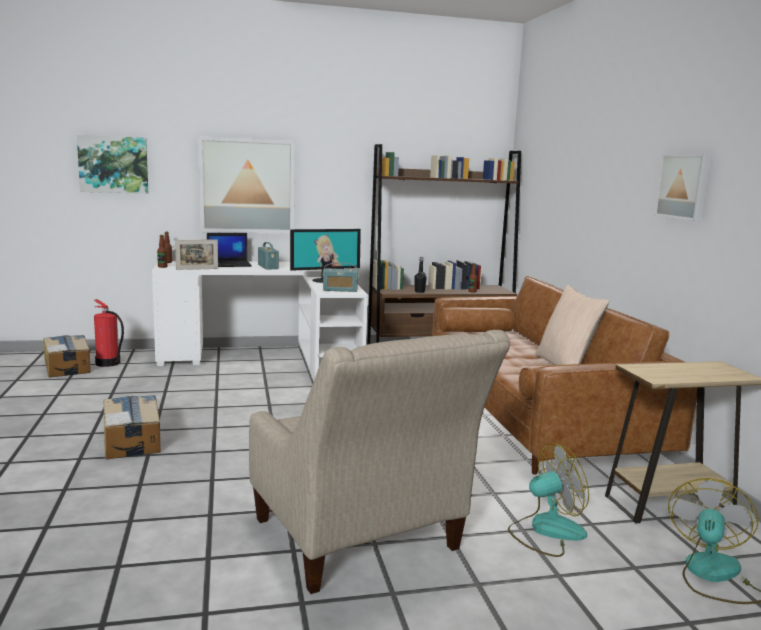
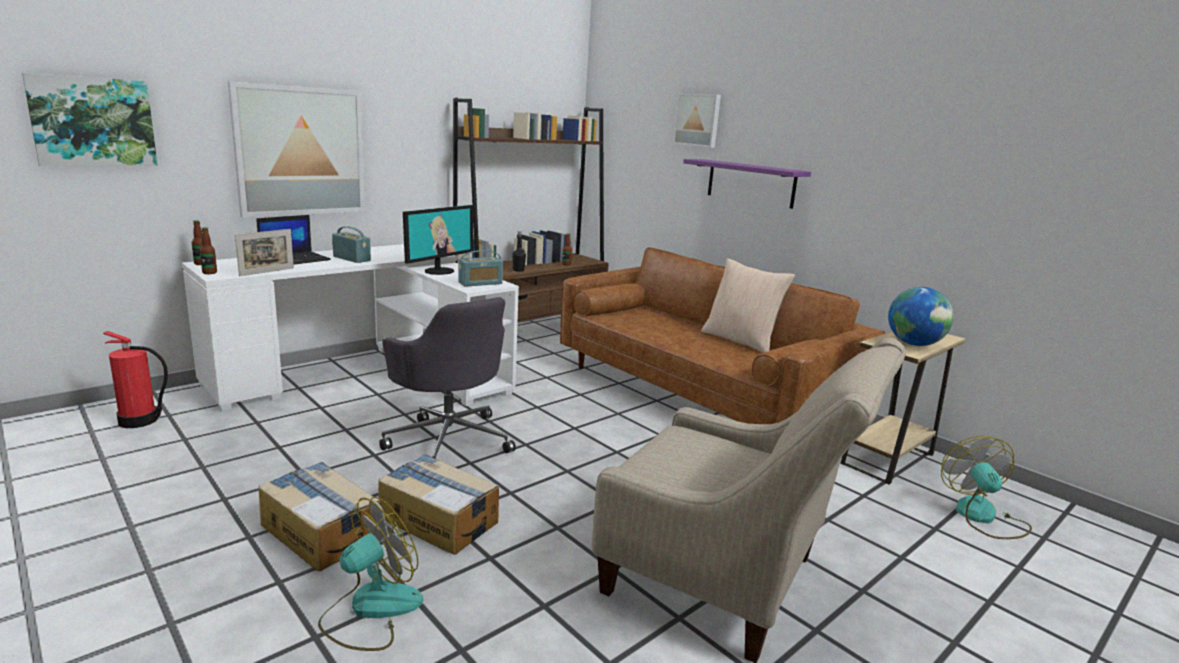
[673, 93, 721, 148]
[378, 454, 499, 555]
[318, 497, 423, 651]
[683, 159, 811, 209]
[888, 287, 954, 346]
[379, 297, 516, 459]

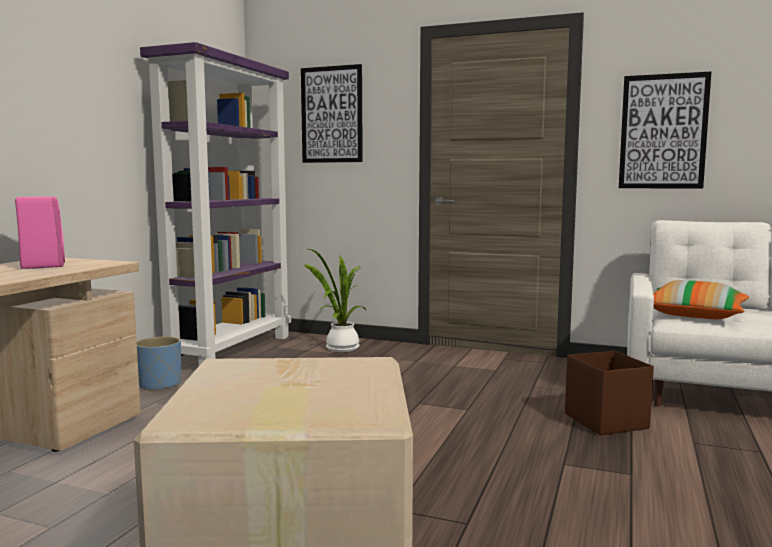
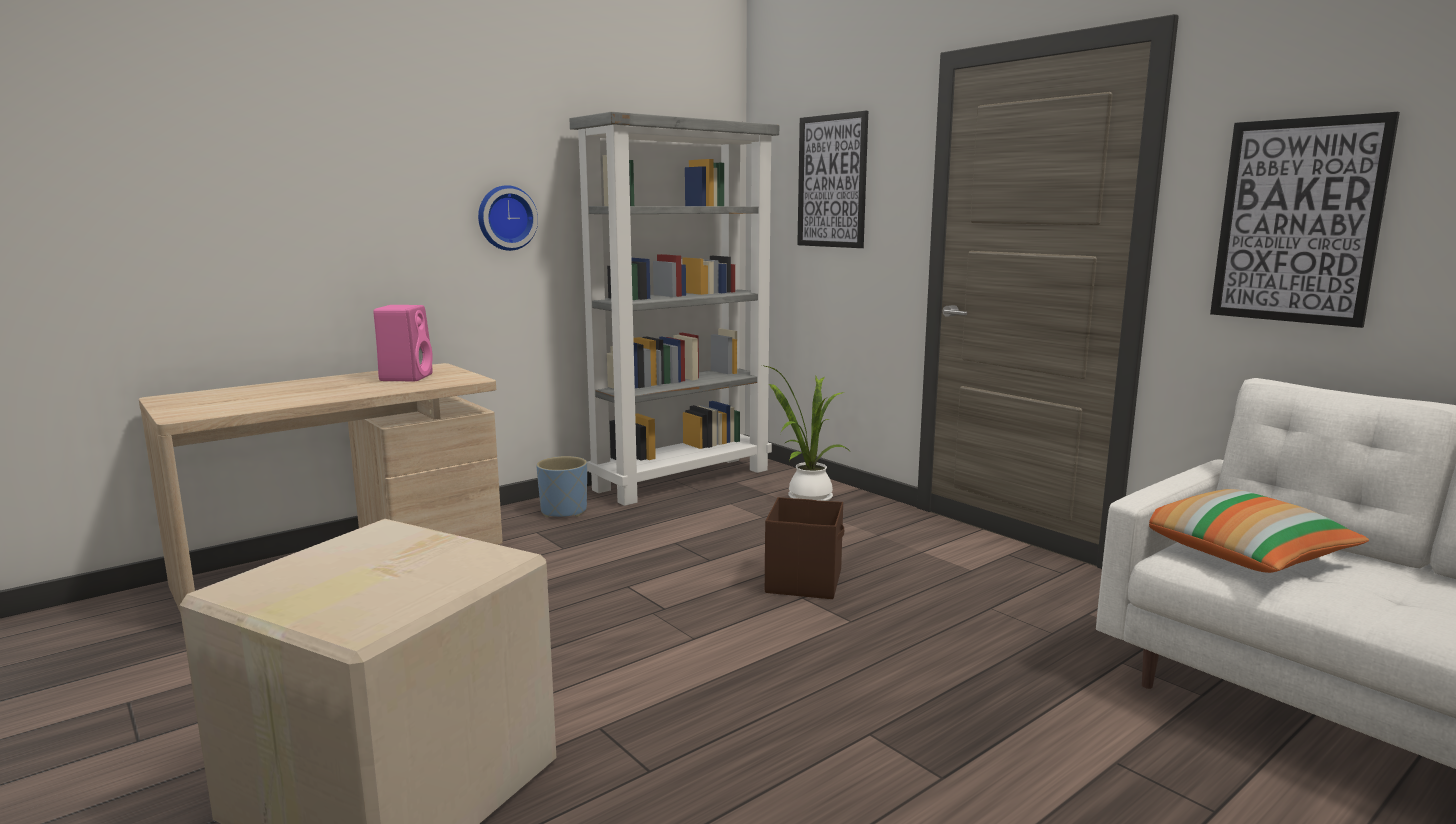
[569, 112, 779, 506]
[765, 497, 845, 599]
[478, 185, 538, 251]

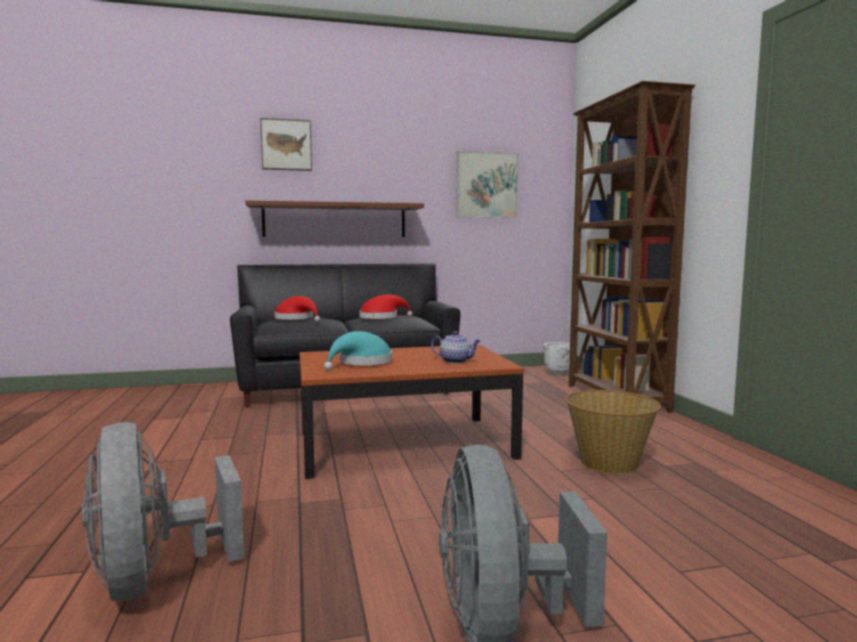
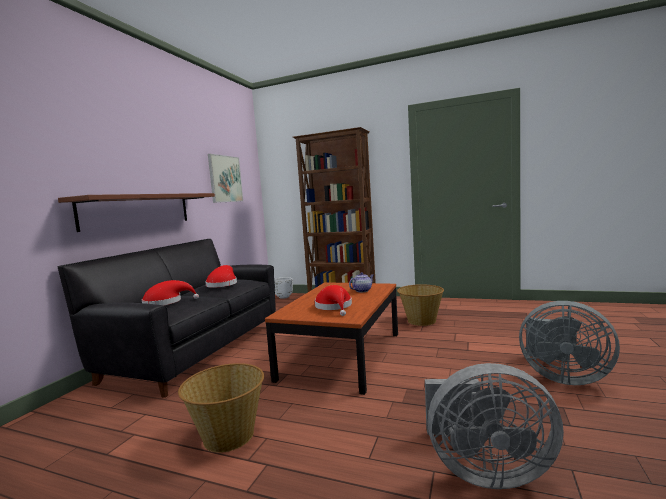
[260, 118, 312, 171] (first image)
[315, 285, 352, 316]
[178, 363, 264, 453]

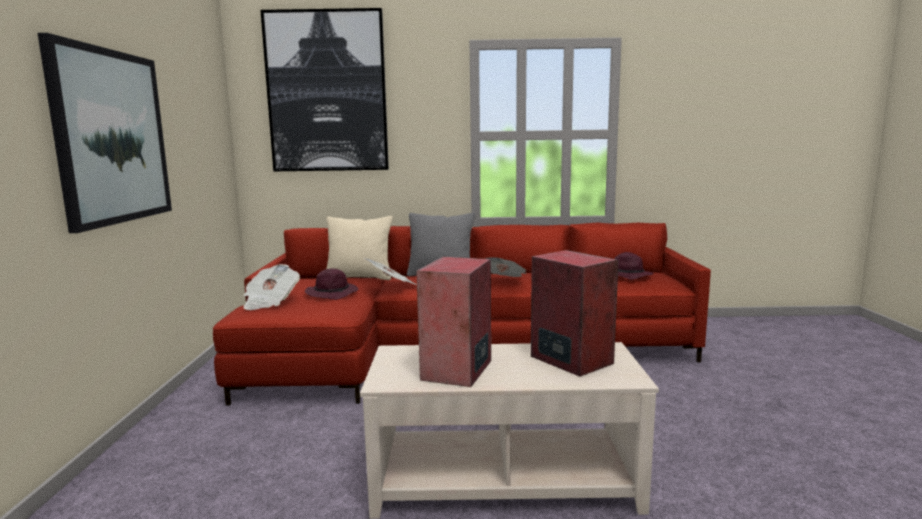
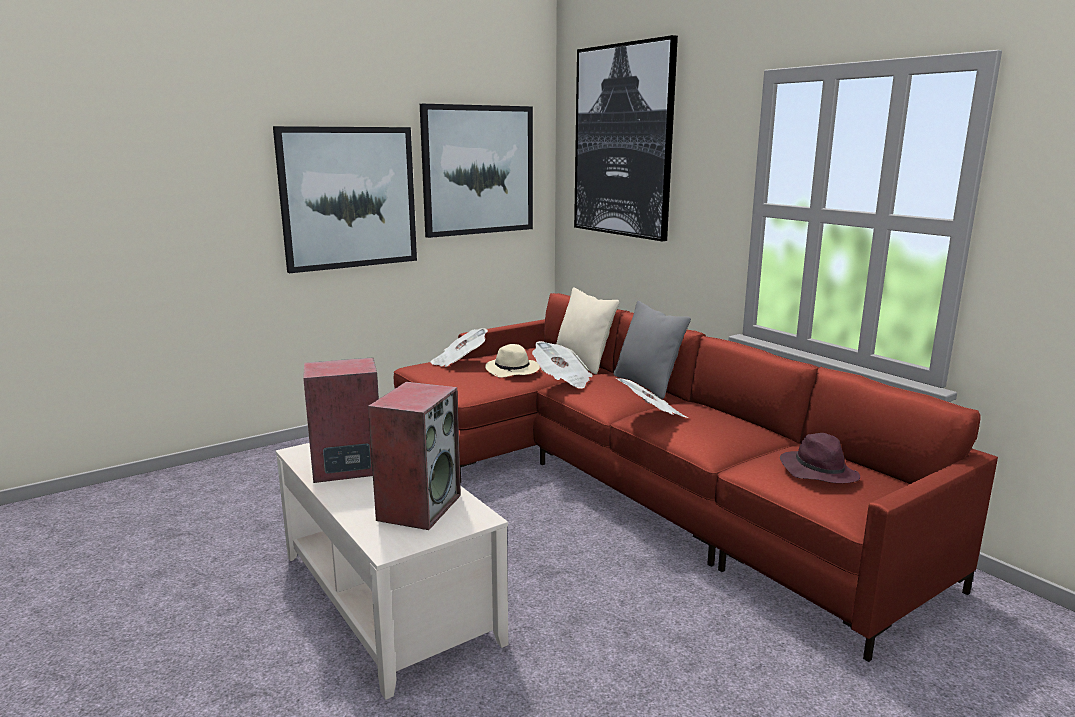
[485, 344, 540, 378]
[420, 104, 533, 238]

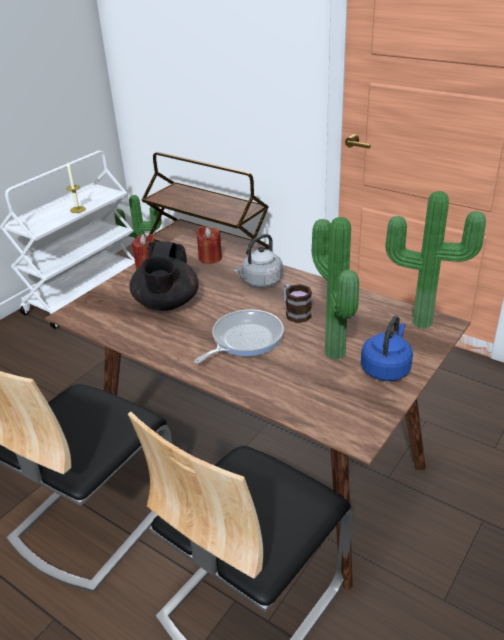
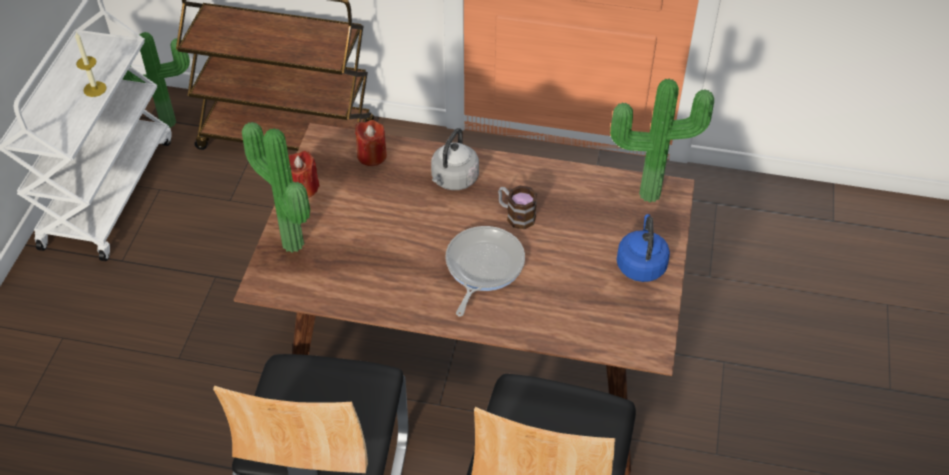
[242, 122, 310, 253]
[130, 241, 199, 311] (first image)

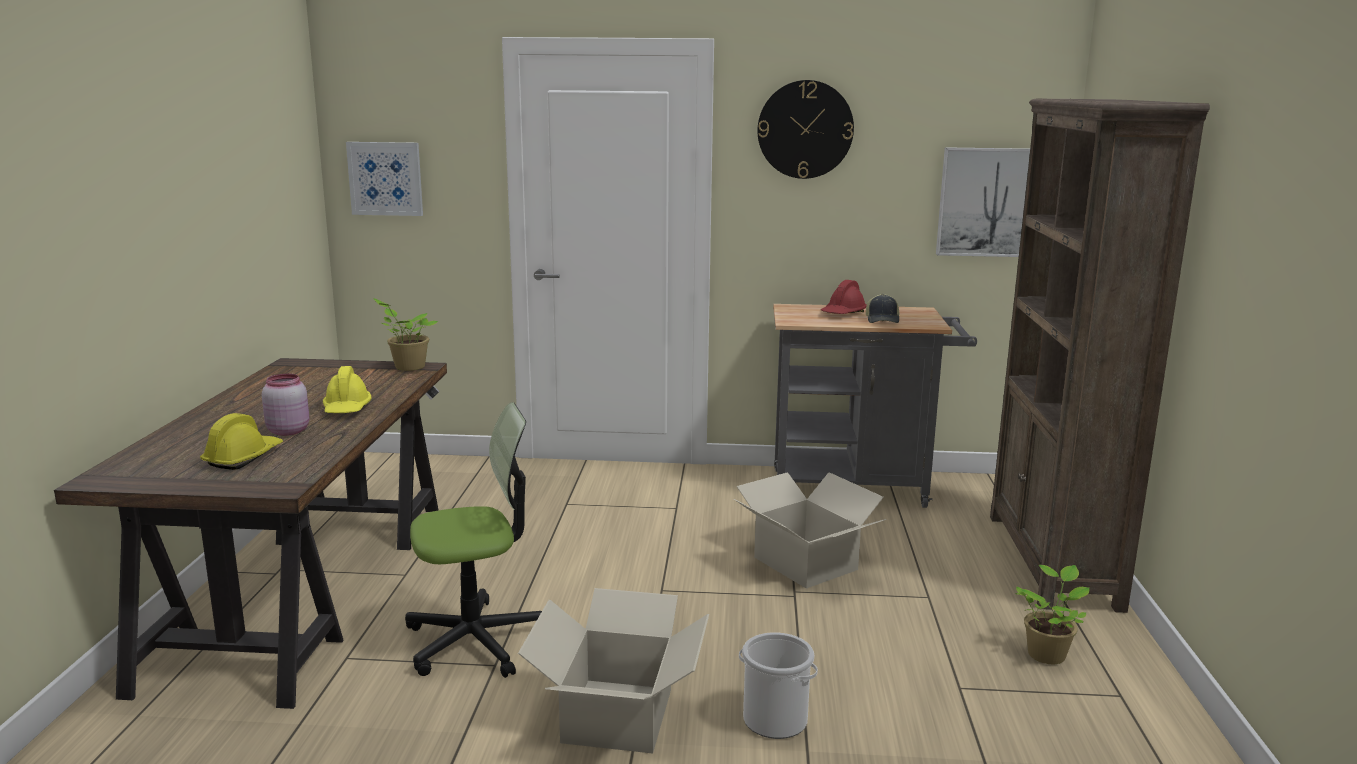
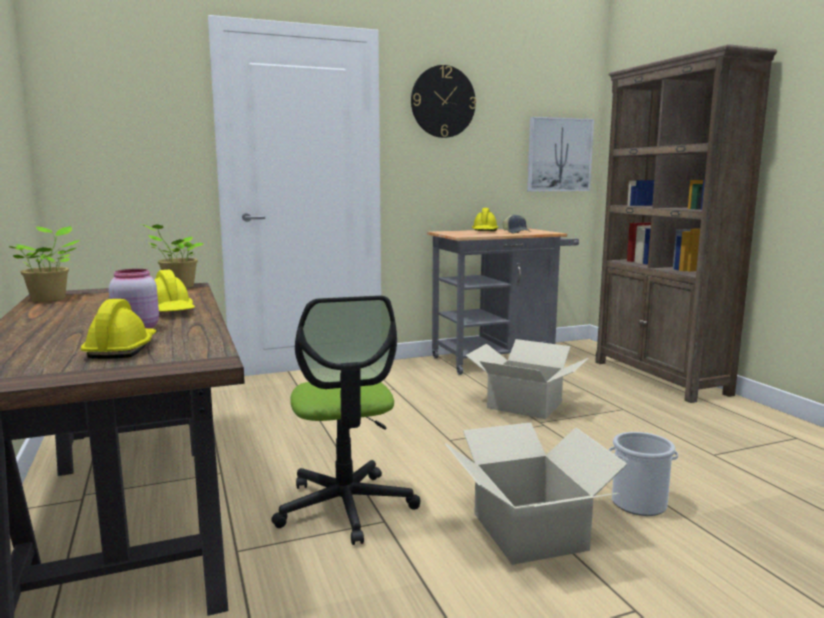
[346, 142, 423, 216] (first image)
[472, 208, 499, 231]
[271, 295, 420, 545]
[8, 226, 80, 302]

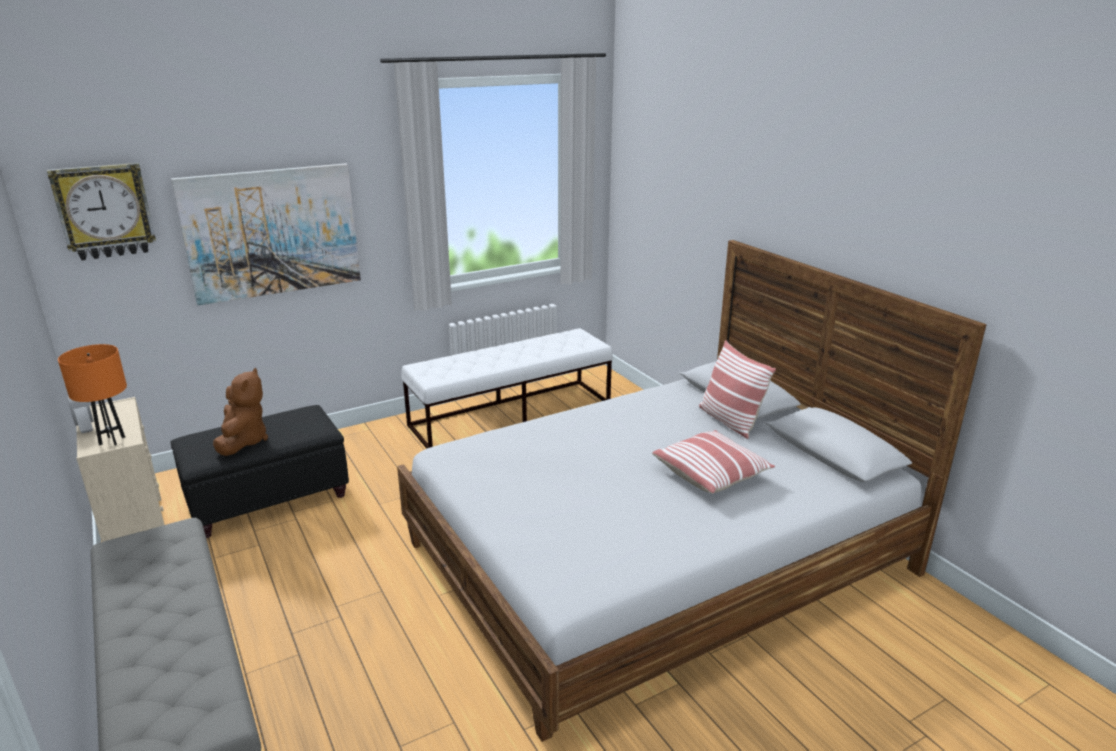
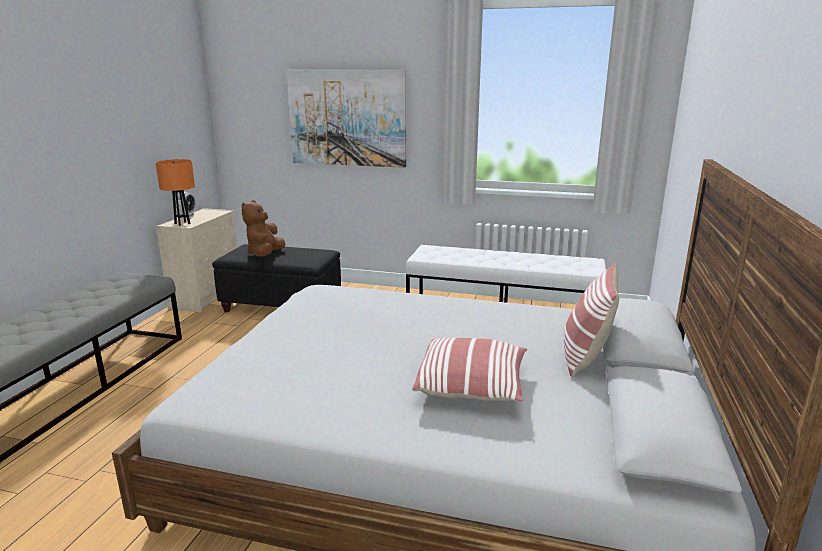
[47, 163, 156, 260] (first image)
[242, 200, 286, 256]

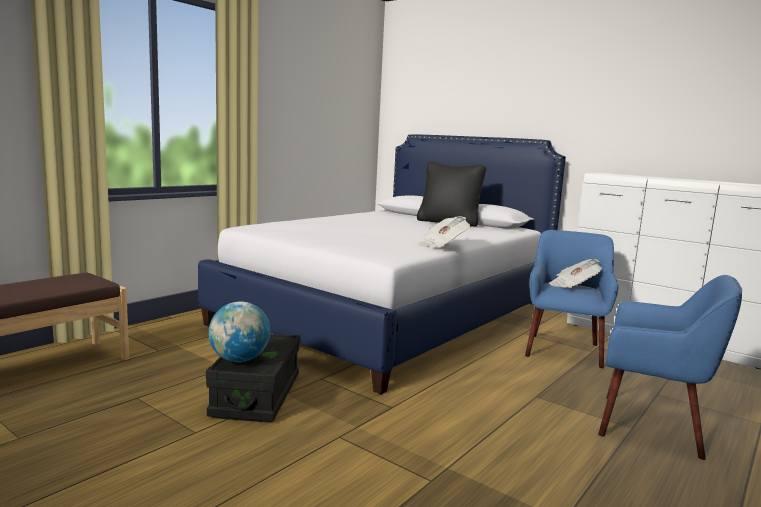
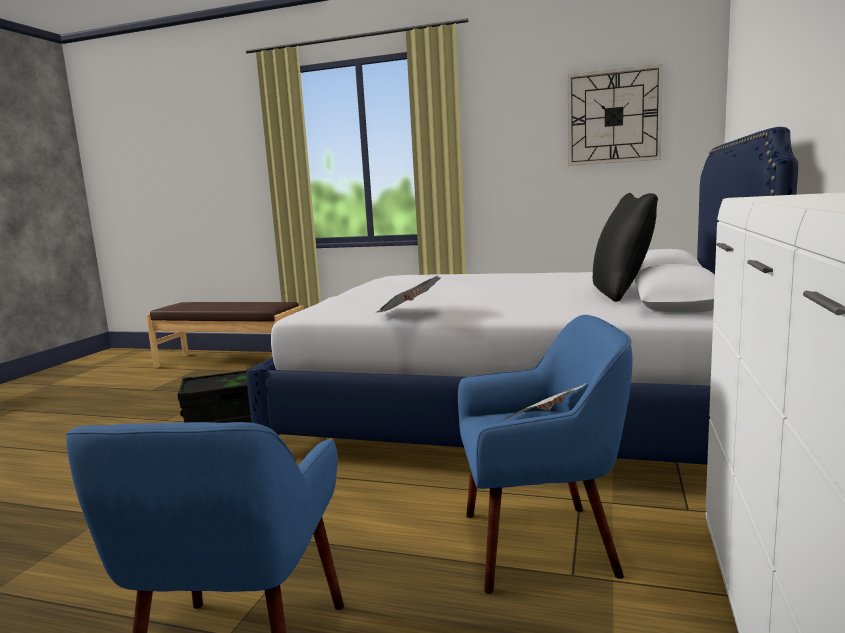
[208, 301, 270, 362] (first image)
[568, 64, 663, 166]

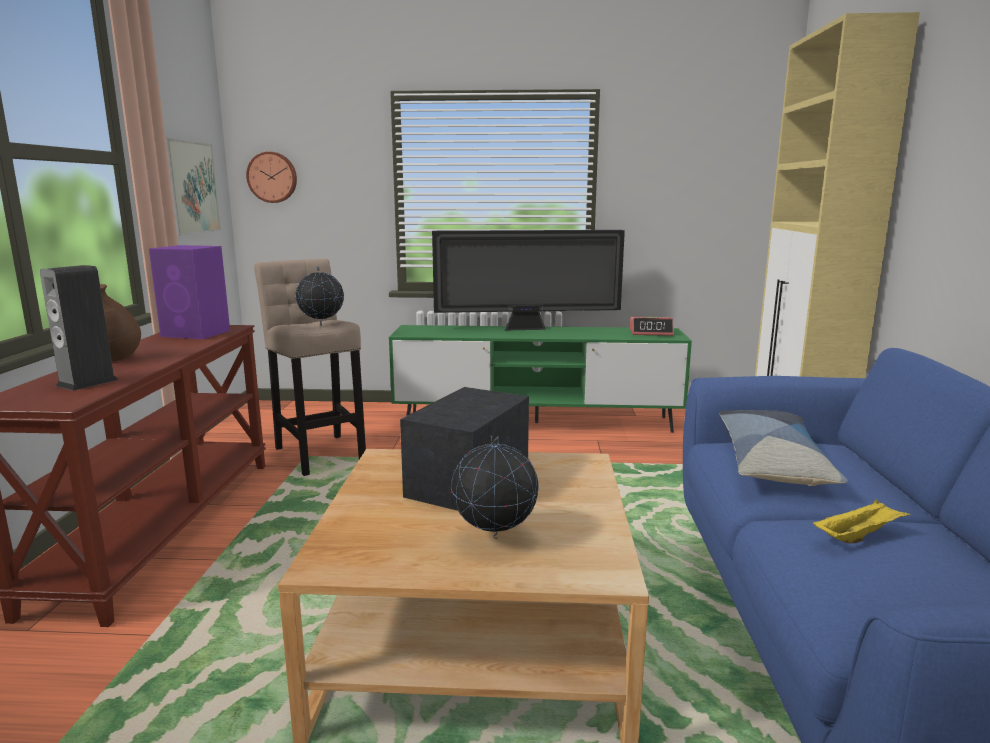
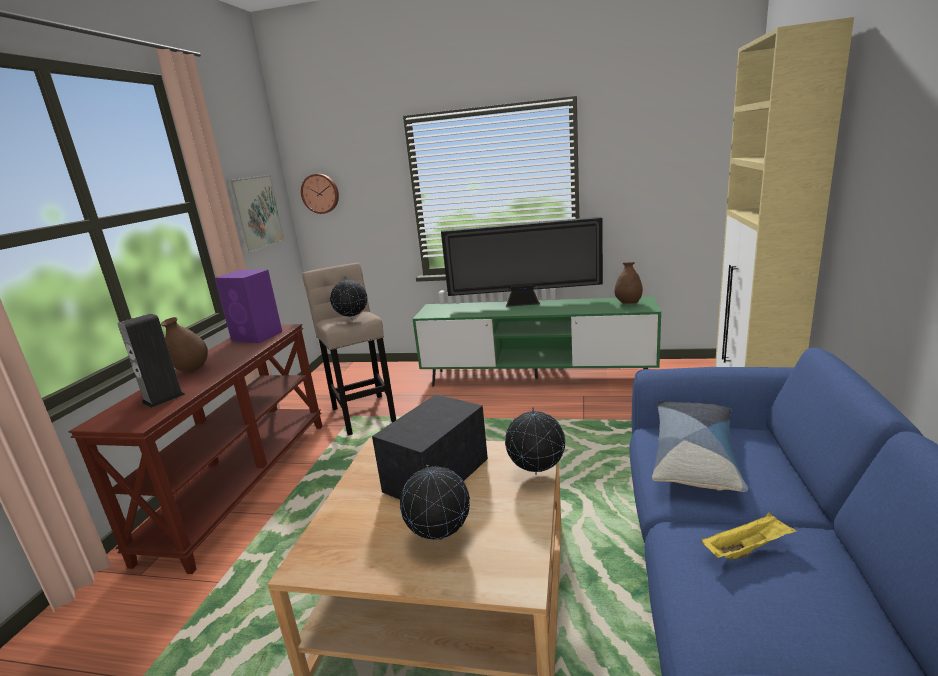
[614, 262, 643, 304]
[505, 407, 566, 475]

